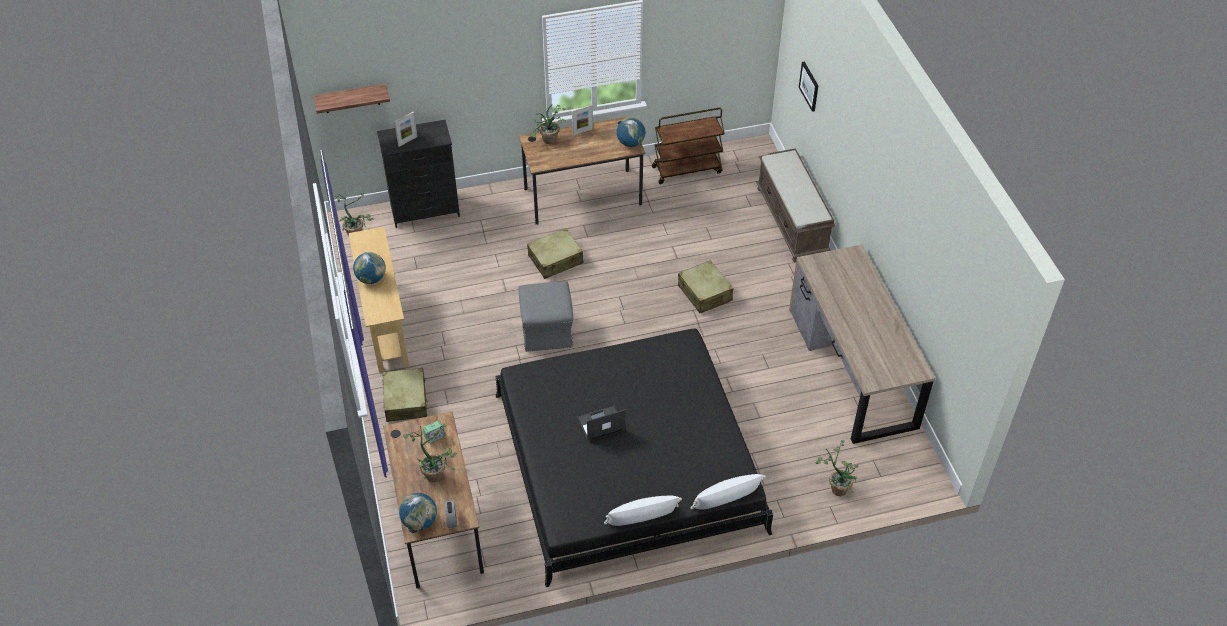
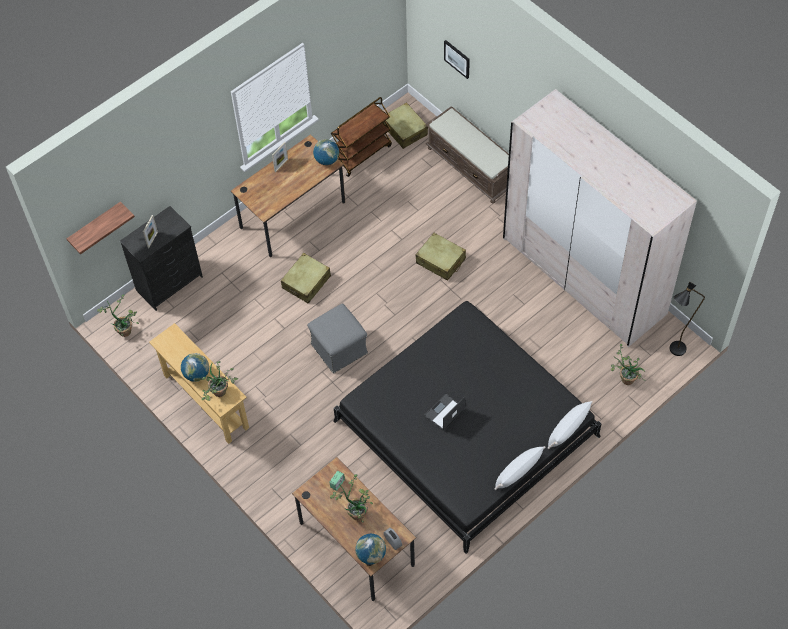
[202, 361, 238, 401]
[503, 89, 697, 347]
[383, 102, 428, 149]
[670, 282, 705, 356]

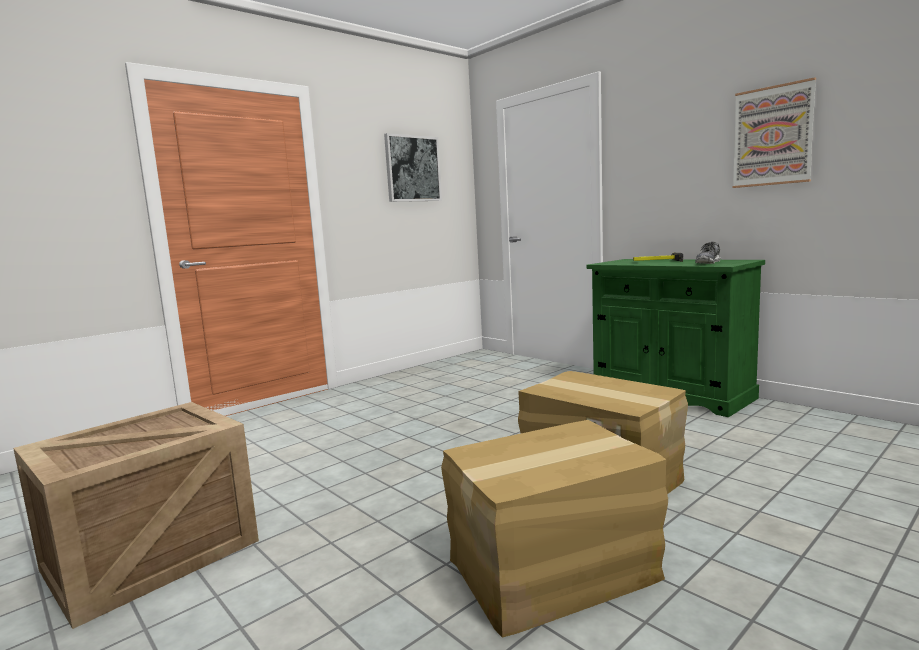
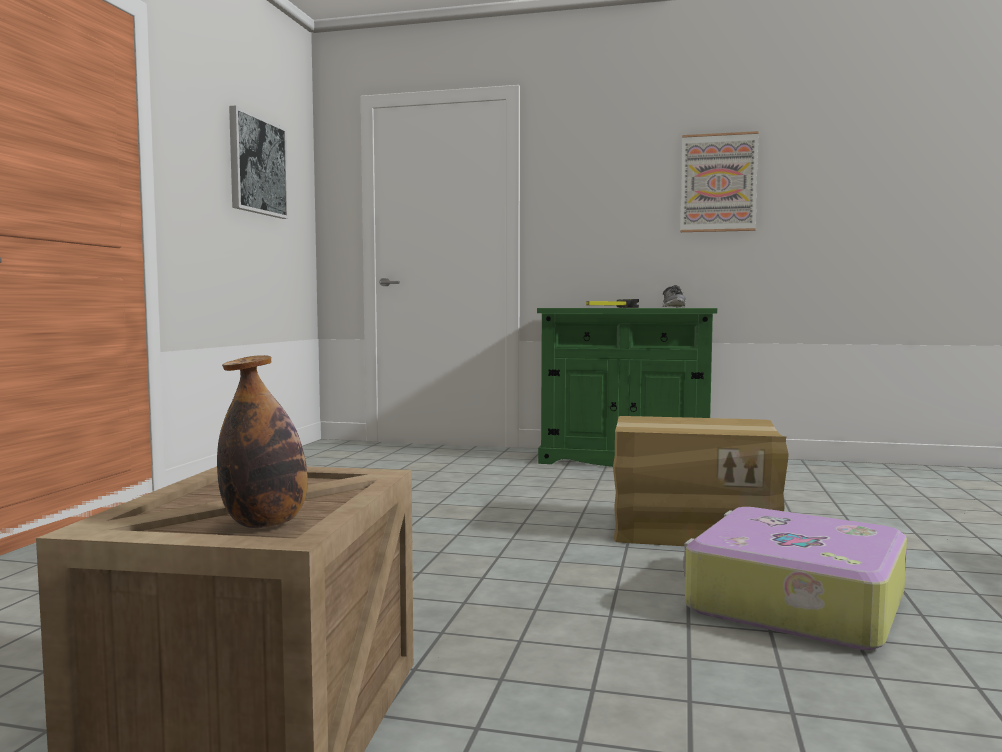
[683, 507, 907, 650]
[217, 355, 308, 528]

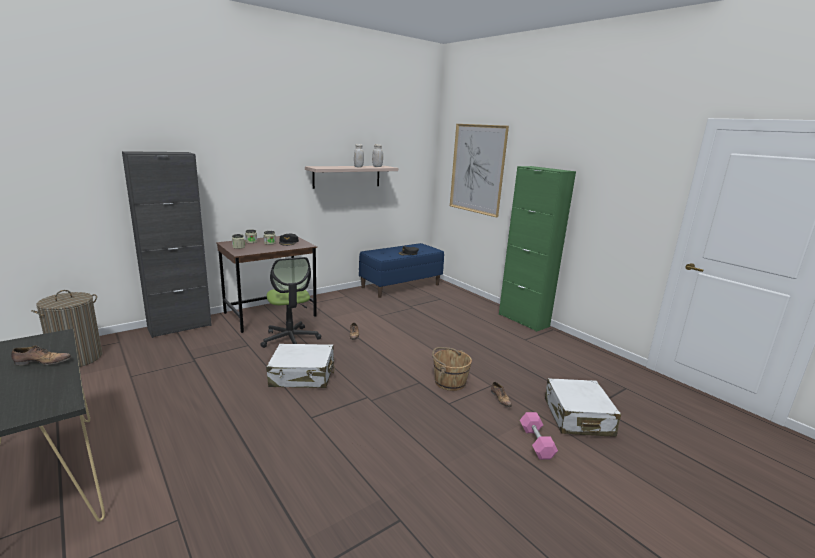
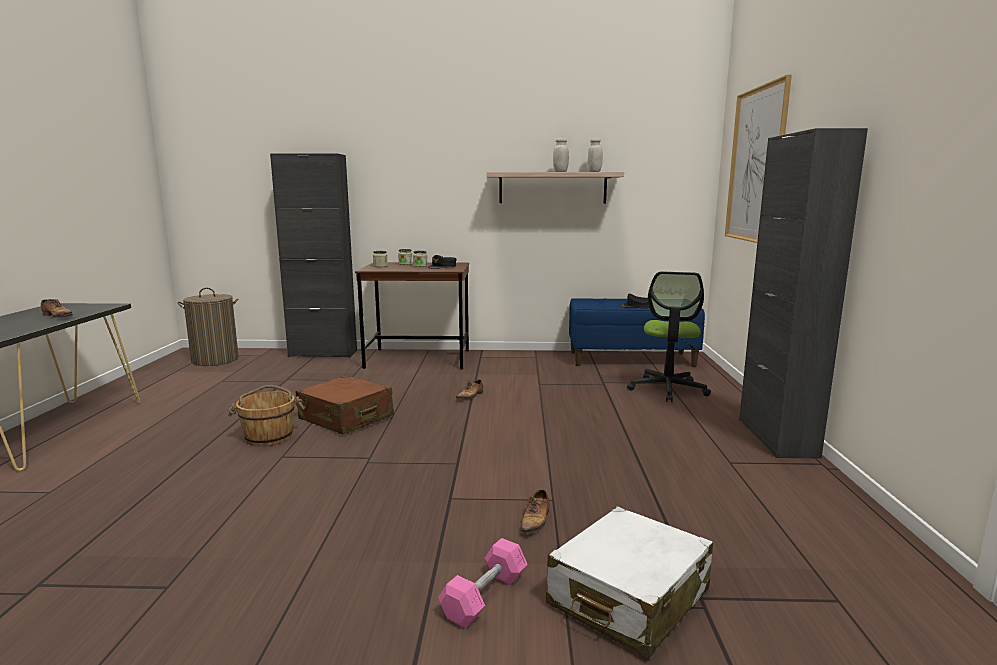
[739, 128, 868, 459]
[627, 272, 711, 402]
[296, 375, 394, 434]
[228, 385, 305, 446]

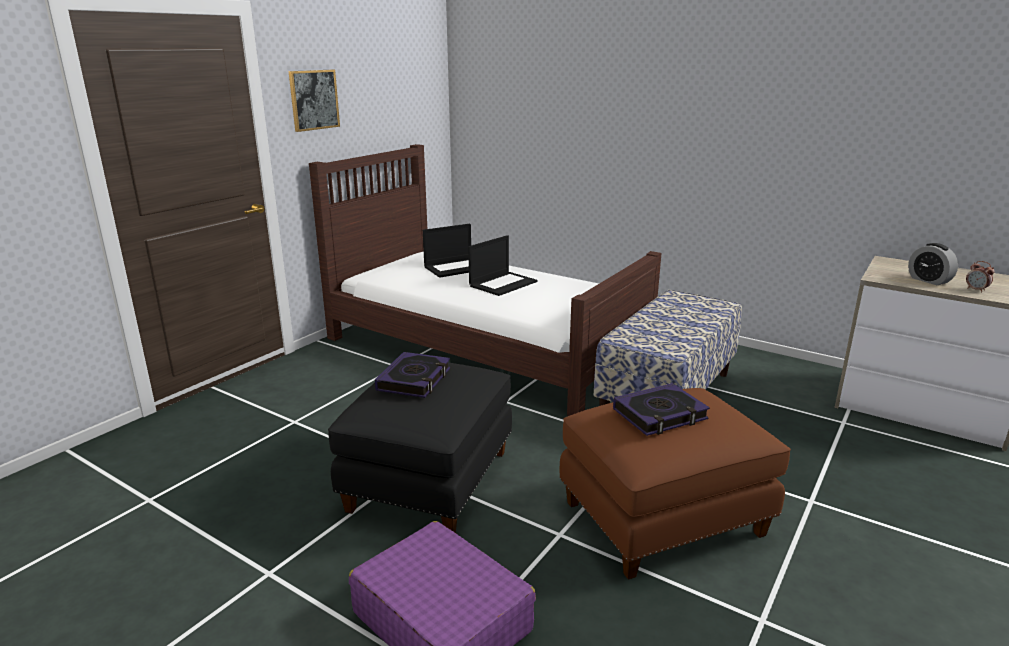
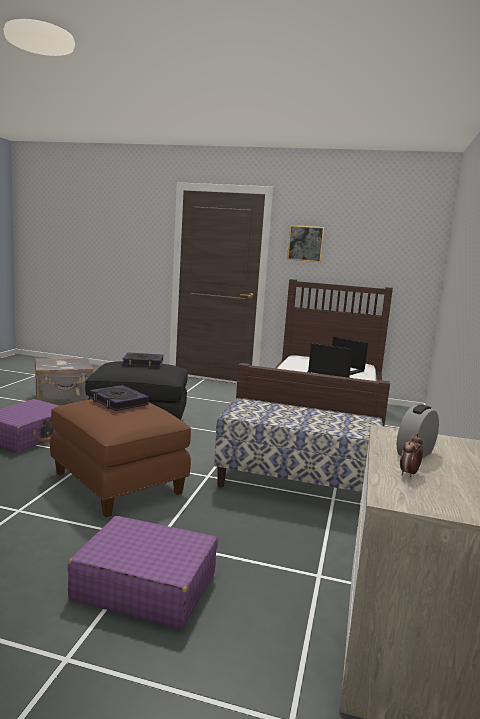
[35, 357, 93, 405]
[67, 516, 218, 629]

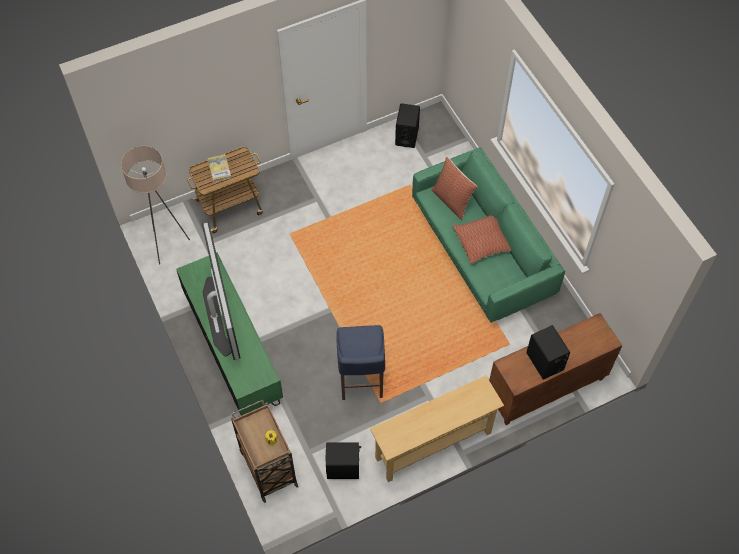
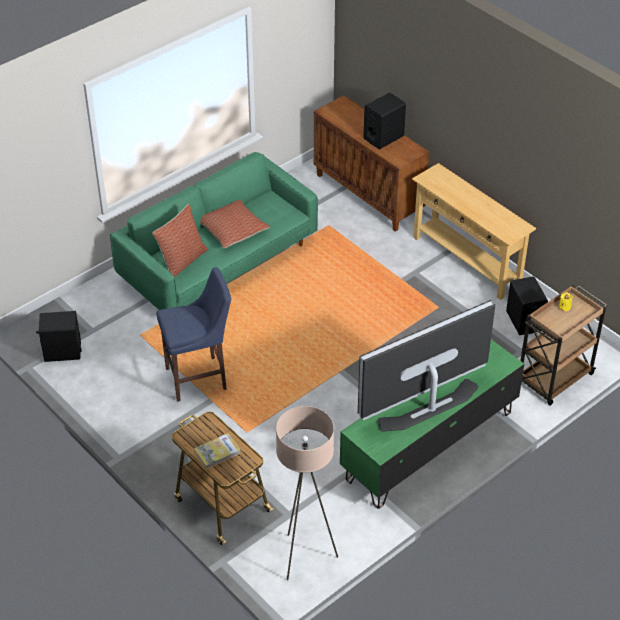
[156, 267, 231, 402]

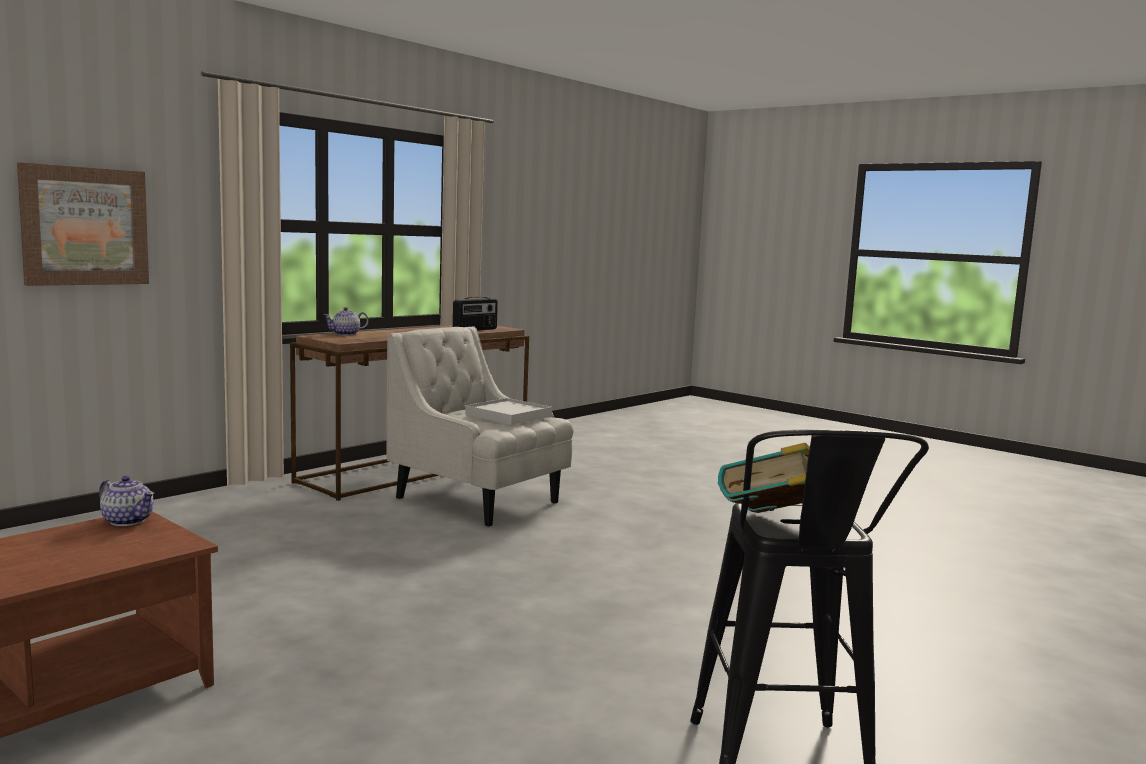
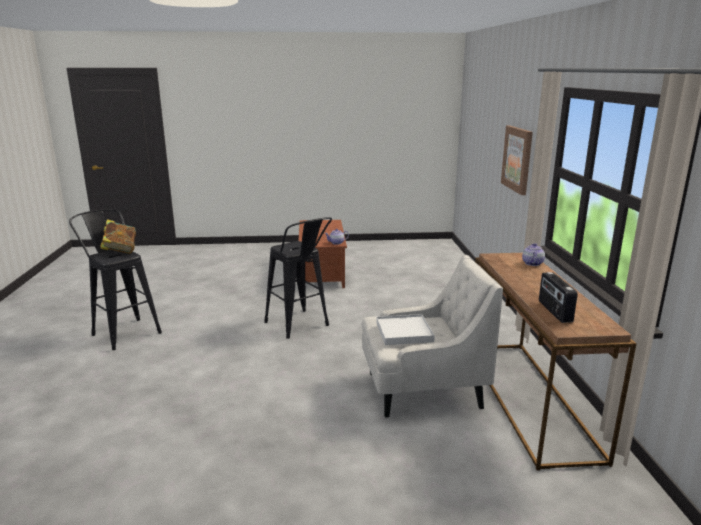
[264, 217, 332, 339]

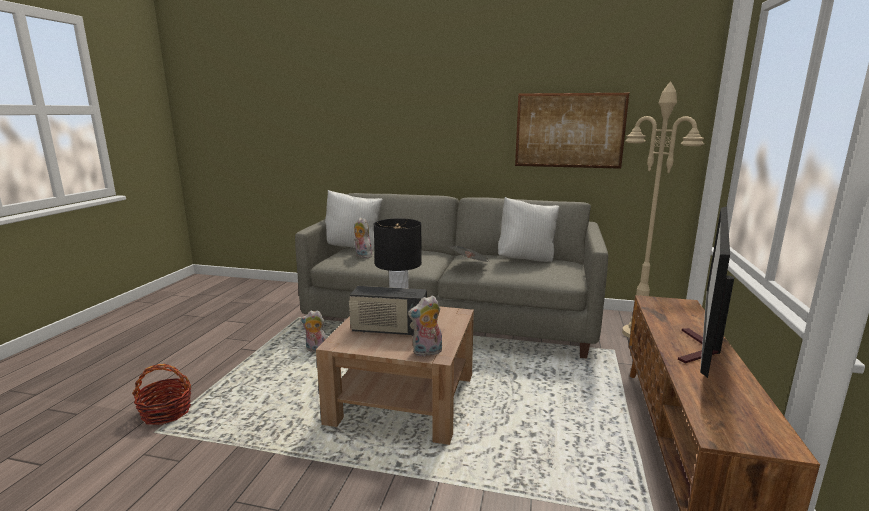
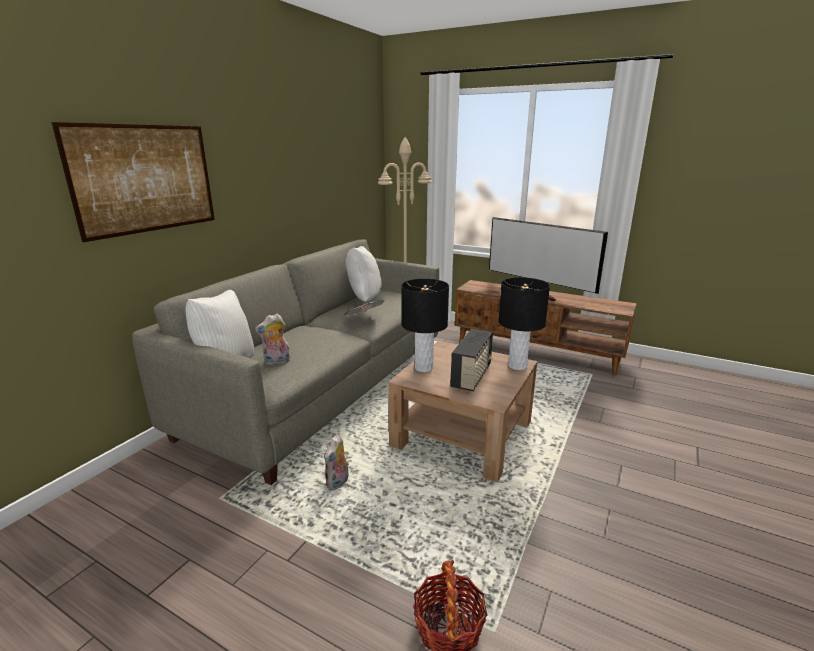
[52, 122, 215, 242]
[498, 277, 550, 370]

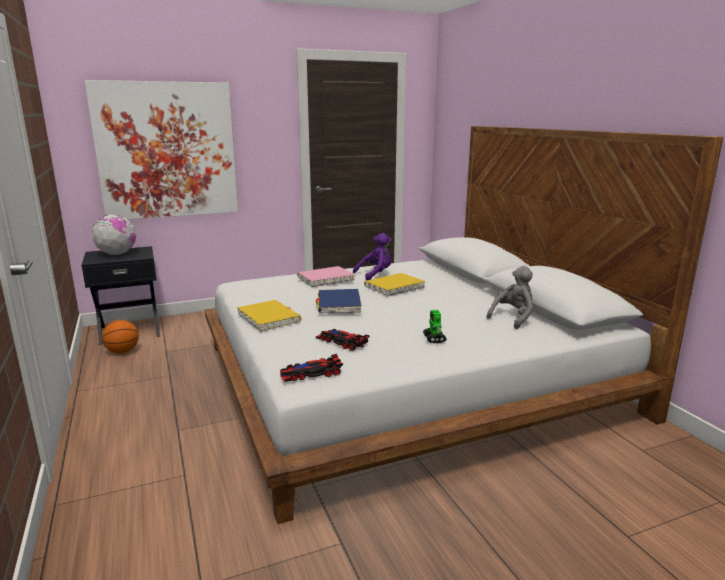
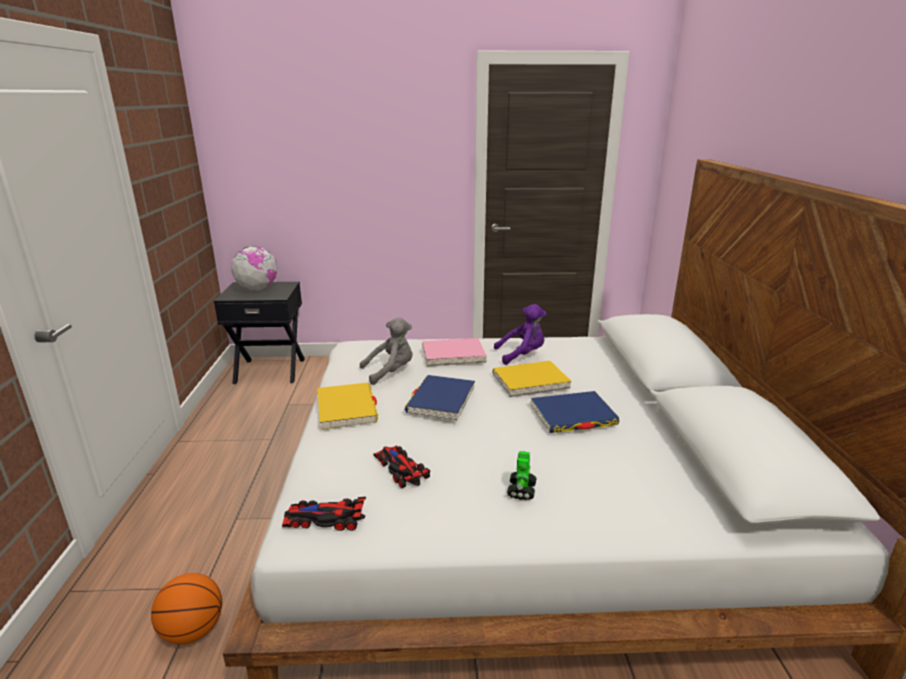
[85, 80, 238, 219] (first image)
[360, 317, 413, 385]
[151, 573, 222, 645]
[531, 391, 619, 433]

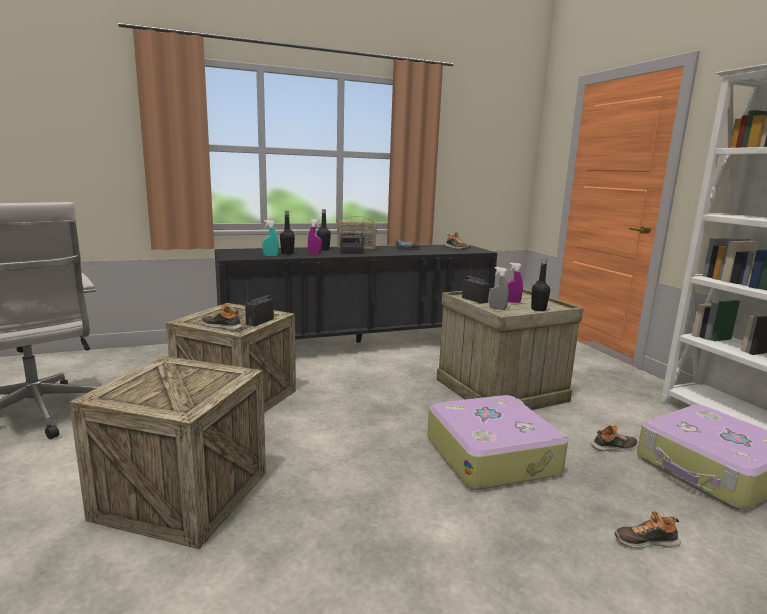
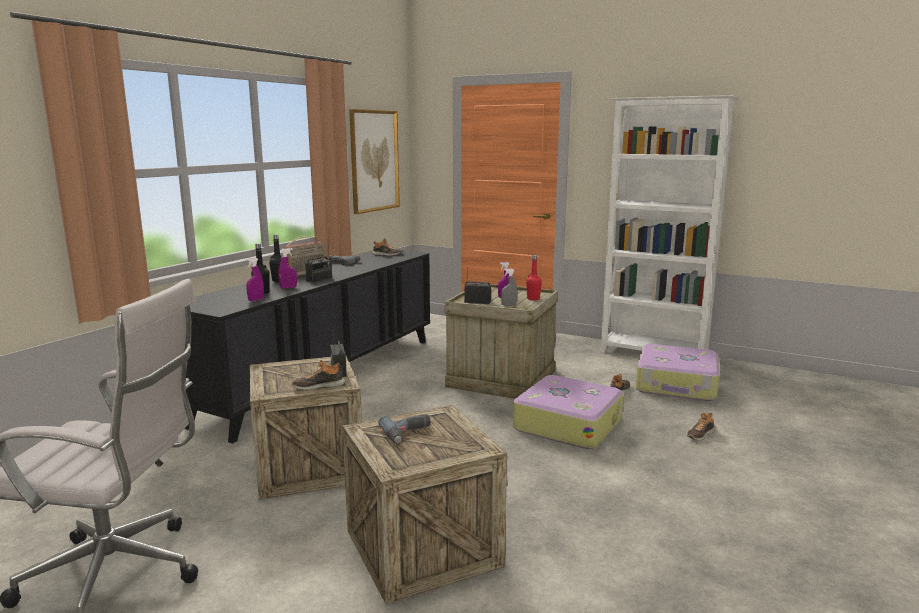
[246, 258, 264, 301]
[526, 255, 542, 300]
[349, 109, 400, 214]
[378, 414, 431, 444]

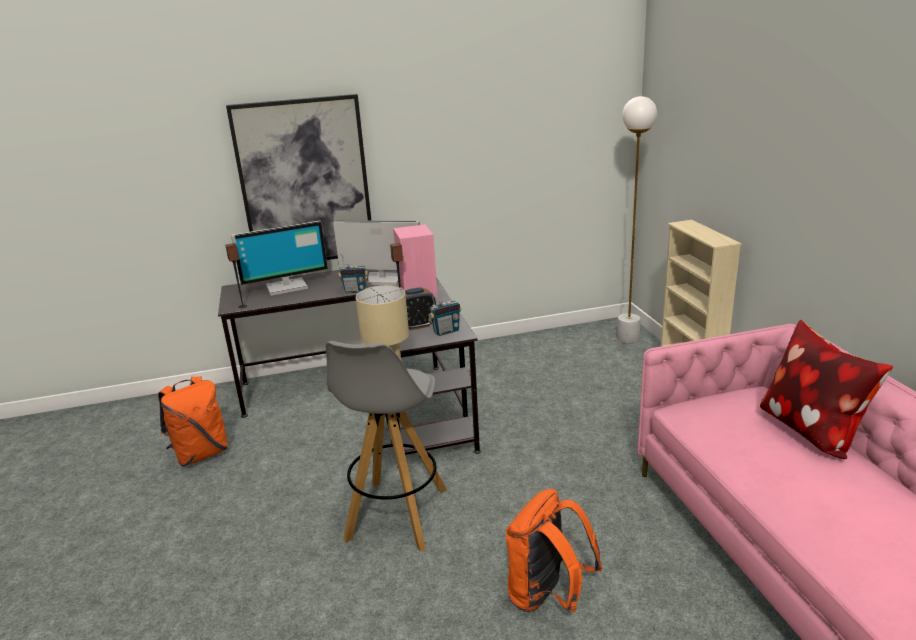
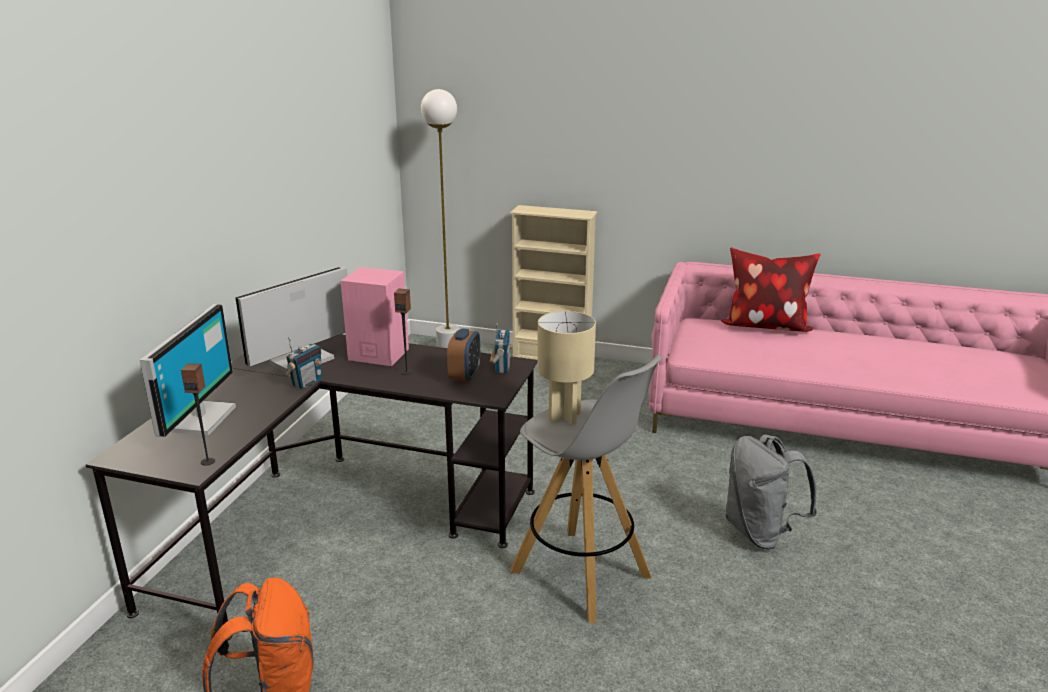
[226, 94, 371, 260] (first image)
[725, 434, 817, 549]

